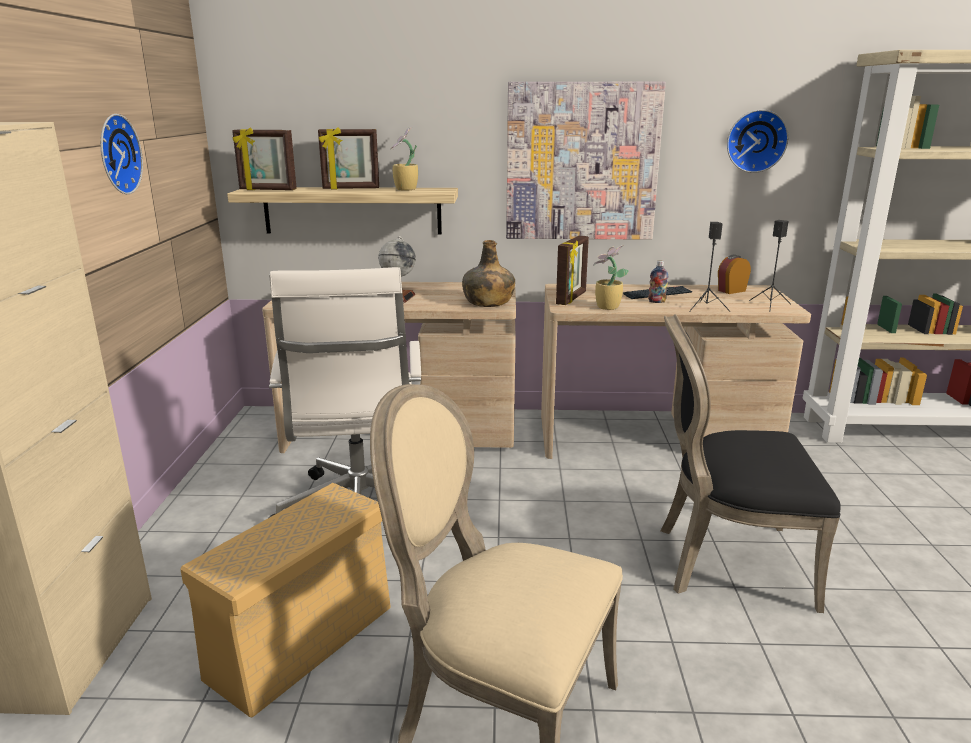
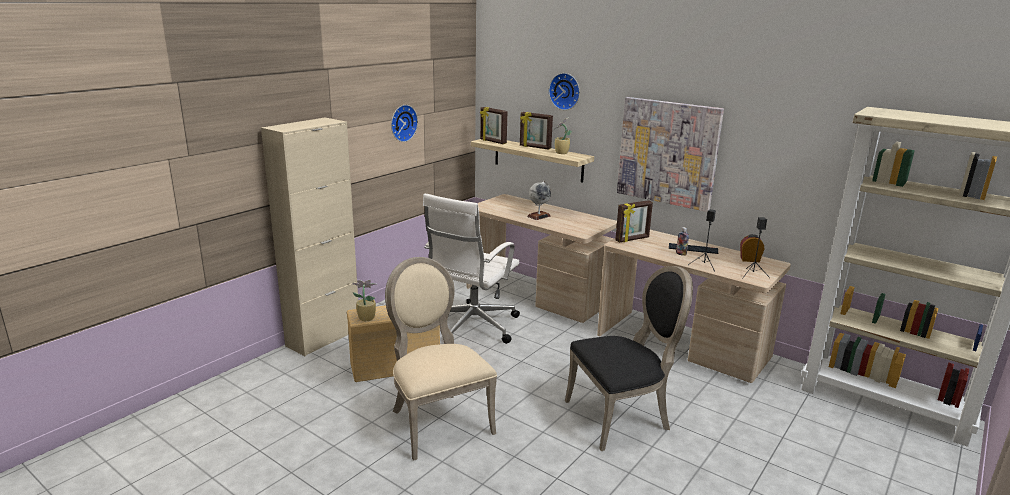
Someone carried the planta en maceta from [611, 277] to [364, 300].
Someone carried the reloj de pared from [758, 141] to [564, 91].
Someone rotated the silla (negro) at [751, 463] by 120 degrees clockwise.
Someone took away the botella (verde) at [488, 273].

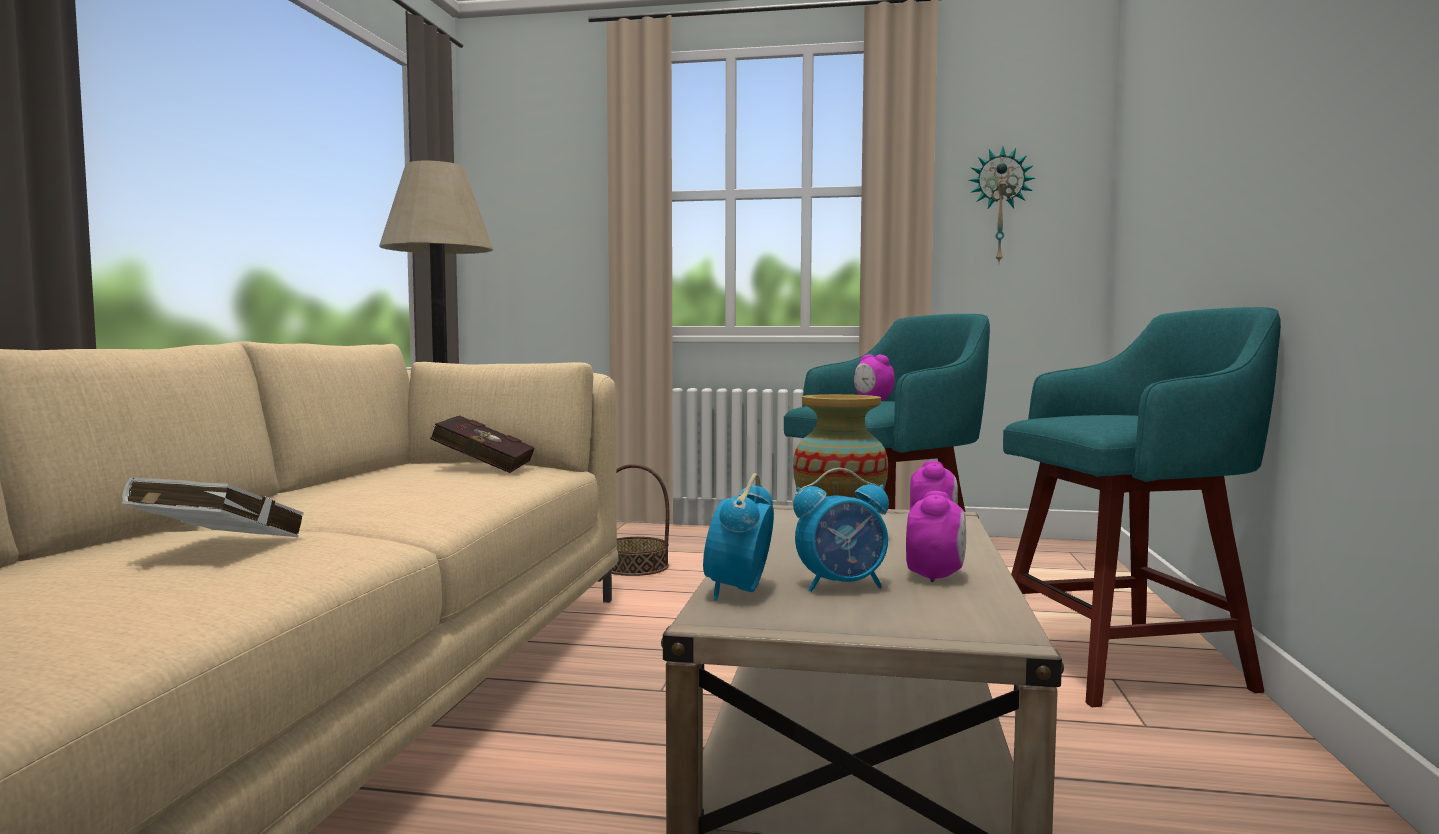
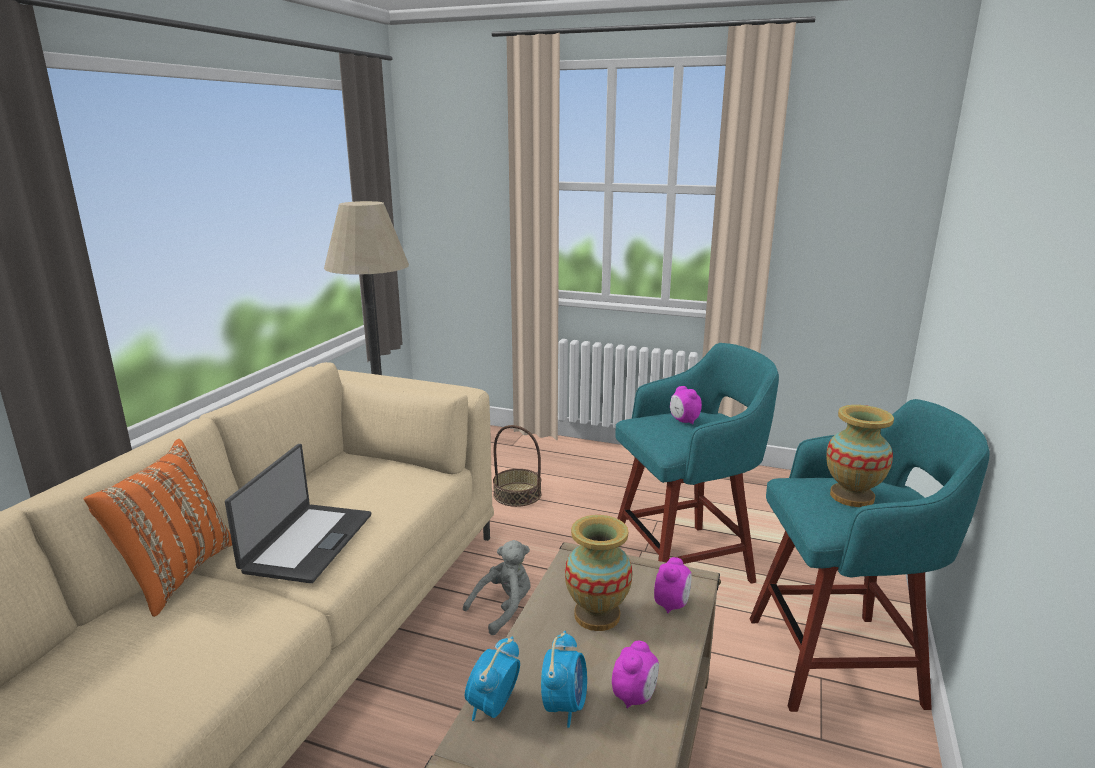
Someone put down the cojín (naranja) at [157, 528].
Someone put down the portátil at [298, 513].
Someone put down the peluche (gris) at [497, 587].
Someone rotated the despertador at [841, 530] by 75 degrees counterclockwise.
Someone put down the florero at [860, 456].
Someone took away the libro (blanco) at [213, 507].
Someone took away the libro (rojo) at [482, 444].
Someone took away the reloj de pared at [1002, 205].

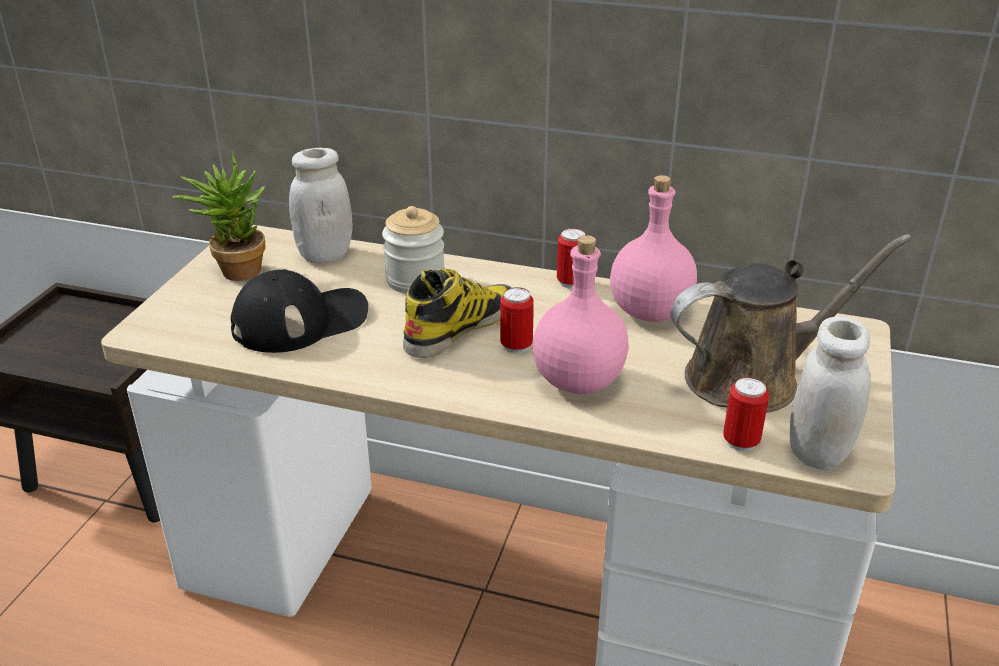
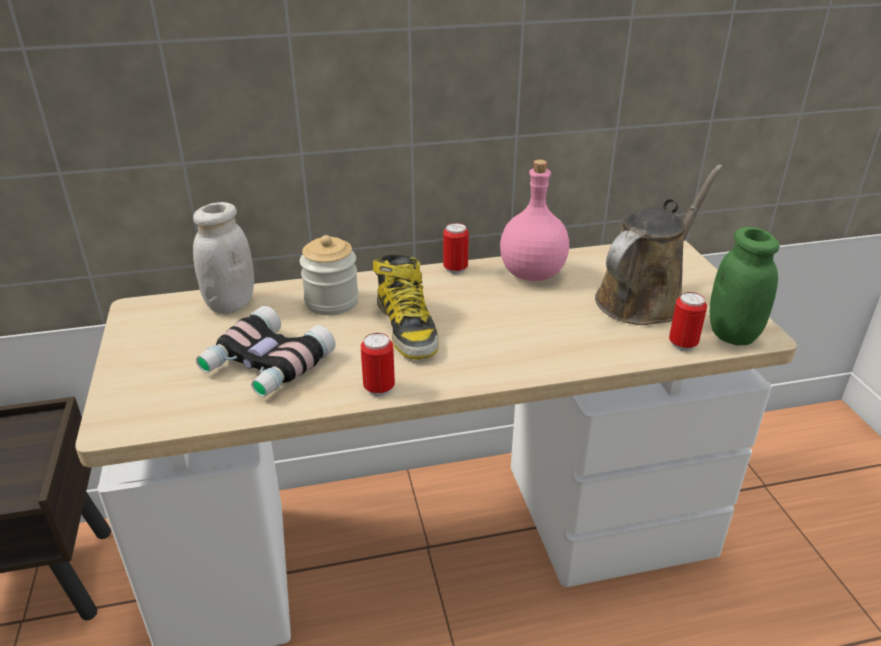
Someone swapped the gorra (negro) at [299, 311] for the prismáticos at [266, 351].
Someone carried the lata from [517, 320] to [378, 364].
Someone rotated the bota at [457, 313] by 150 degrees clockwise.
Someone repainted the tarro (blanco) at [830, 393], which became the tarro (verde) at [744, 286].
Someone took away the planta en maceta at [219, 216].
Someone took away the botella (rosa) at [581, 315].

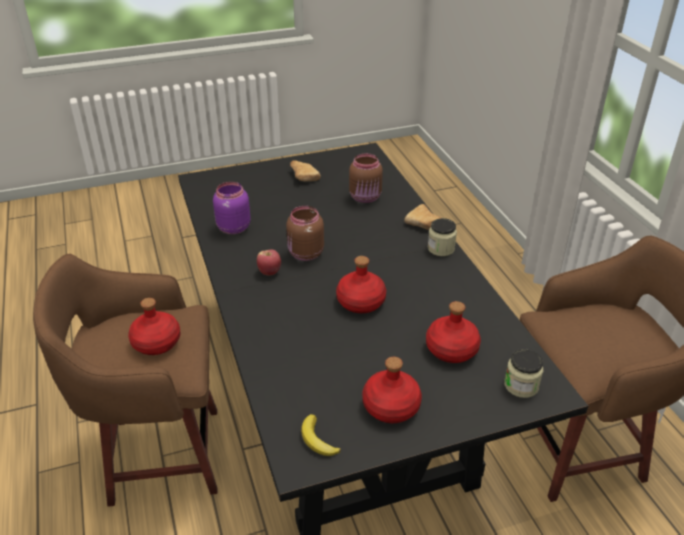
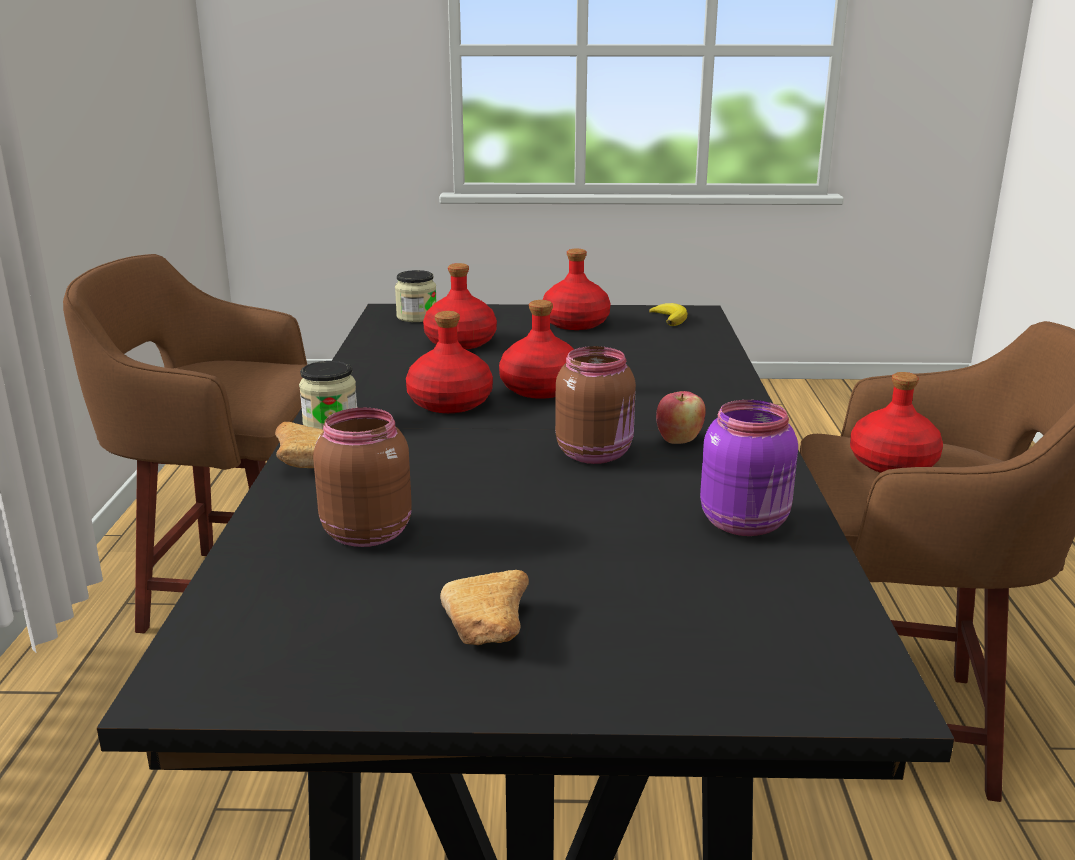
Someone put down the botella (rojo) at [449, 362].

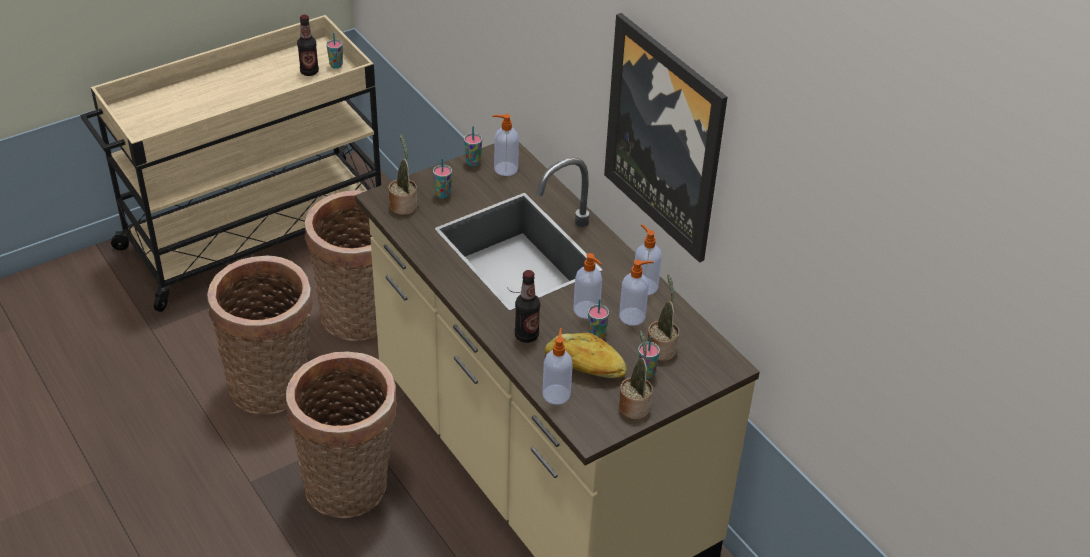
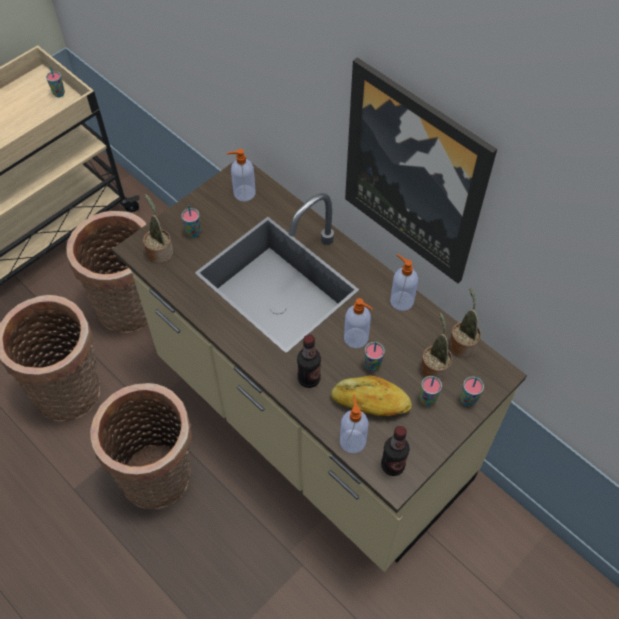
Someone carried the botella from [308, 45] to [395, 451].
Someone carried the planta en maceta from [636, 374] to [465, 323].
Someone carried the taza from [473, 146] to [472, 392].
Someone took away the dispensador de jabón at [636, 293].

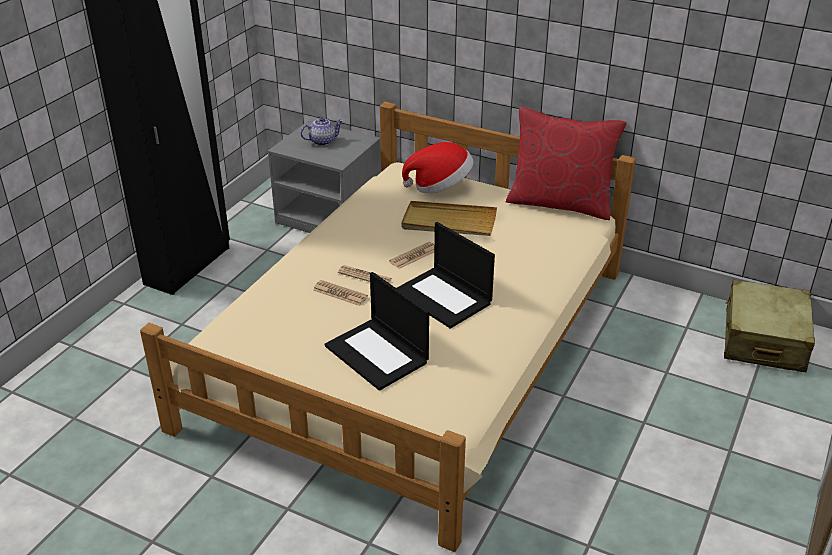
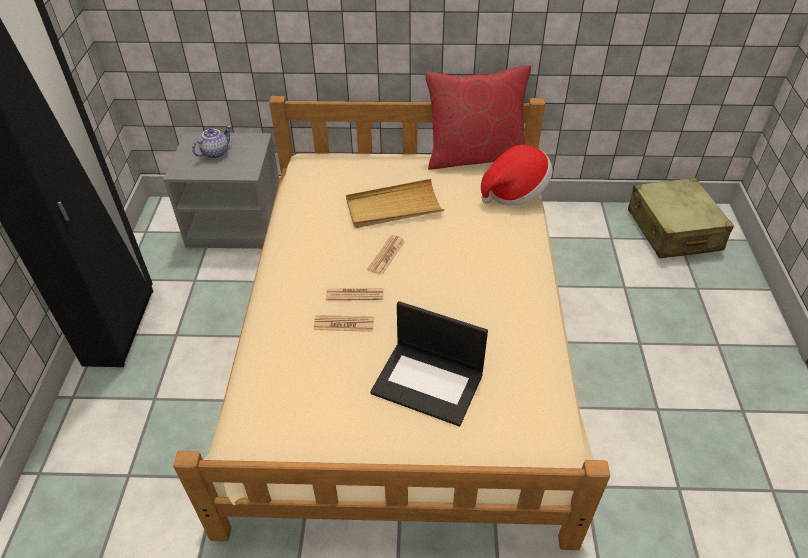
Someone carried the sombrero from [437, 167] to [517, 175].
Someone took away the portátil at [446, 275].

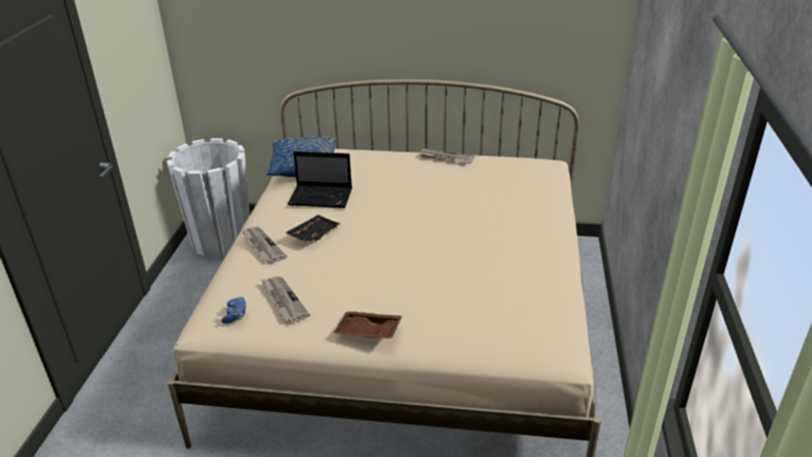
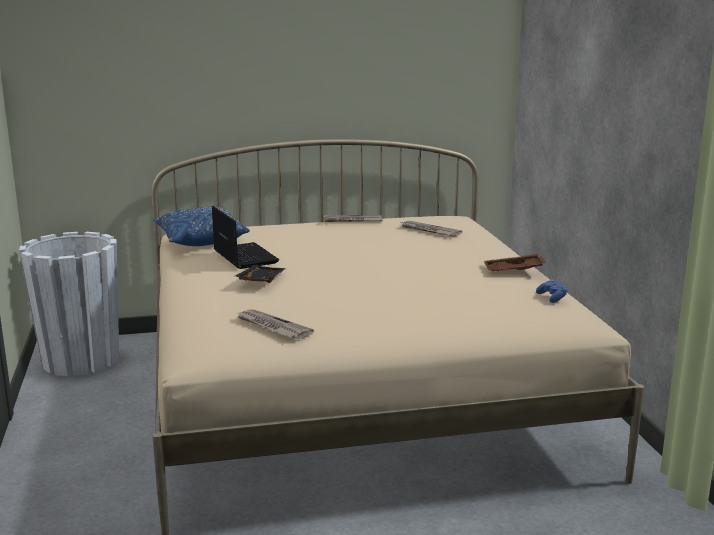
Someone rotated the portátil at [320, 179] by 105 degrees counterclockwise.
Someone carried the periódico from [263, 245] to [431, 229].
Someone carried the bandeja (marrón) from [368, 325] to [515, 263].
Someone carried the mando de consola (azul) from [233, 310] to [552, 291].

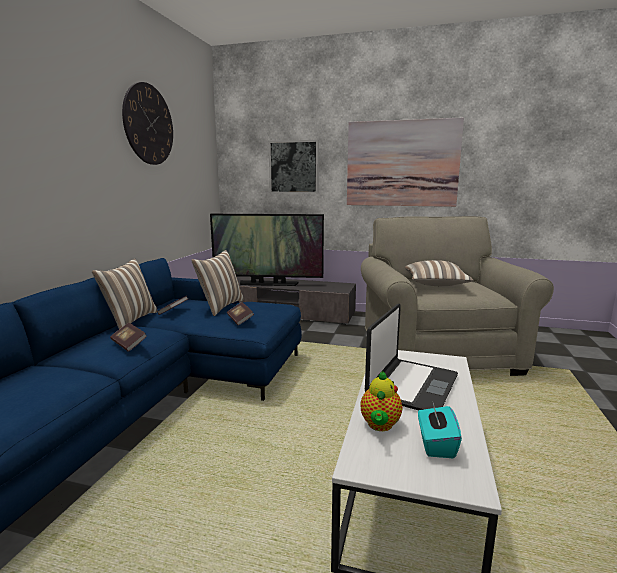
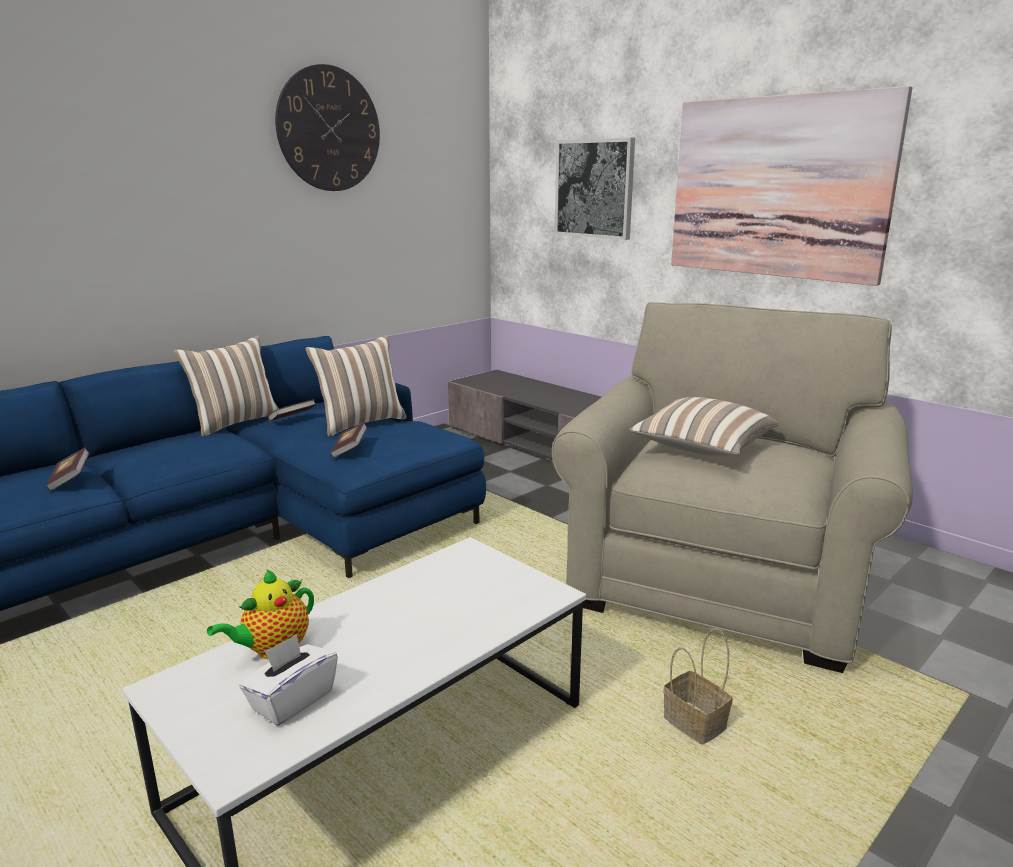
Someone carried the libro from [128, 337] to [67, 469].
Someone repainted the caja de pañuelos (turquesa) at [440, 430], which became the caja de pañuelos (blanco) at [288, 680].
Someone put down the cesta at [698, 686].
Someone took away the televisor at [267, 250].
Someone took away the portátil at [411, 357].

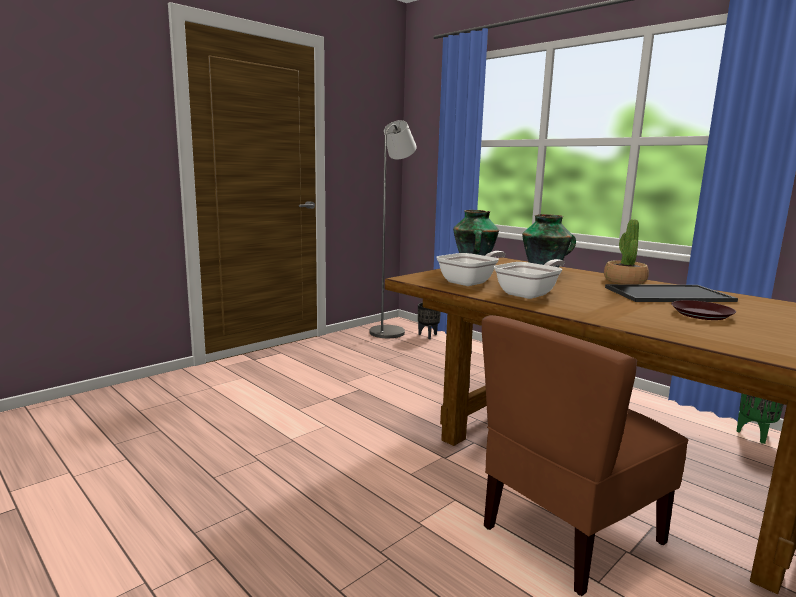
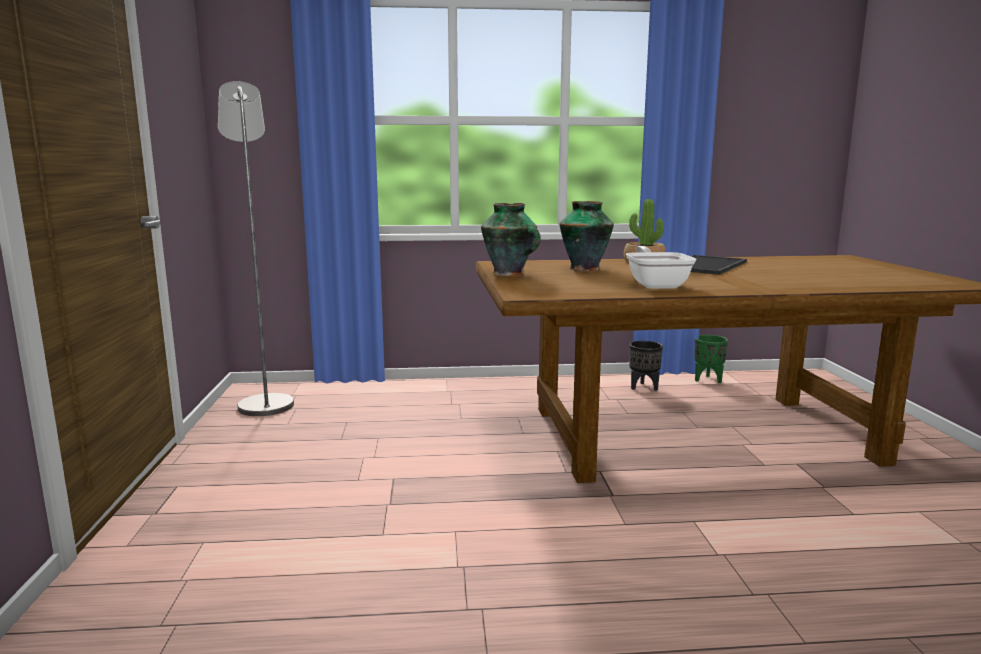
Someone carried the maceta (negro) from [429, 321] to [646, 366].
Someone took away the sartén at [471, 268].
Someone took away the silla (marrón) at [585, 455].
Someone took away the plato (marrón) at [703, 310].

